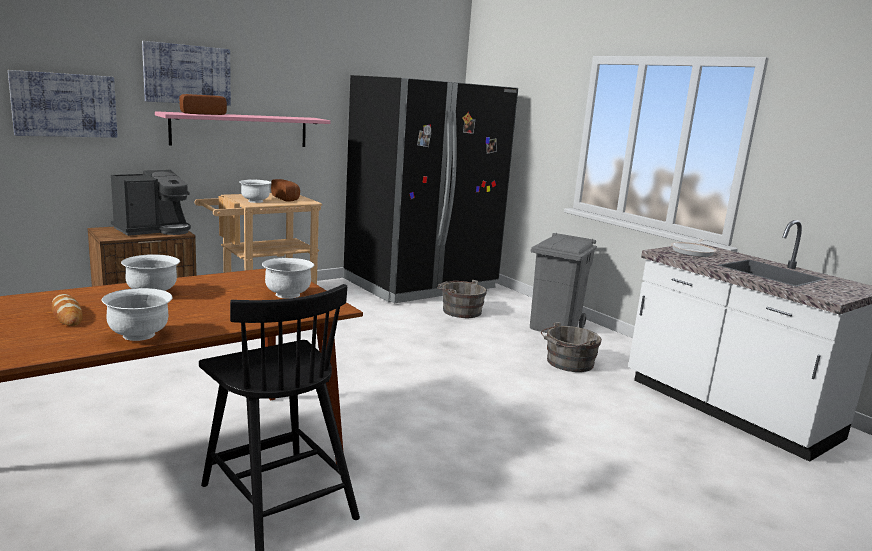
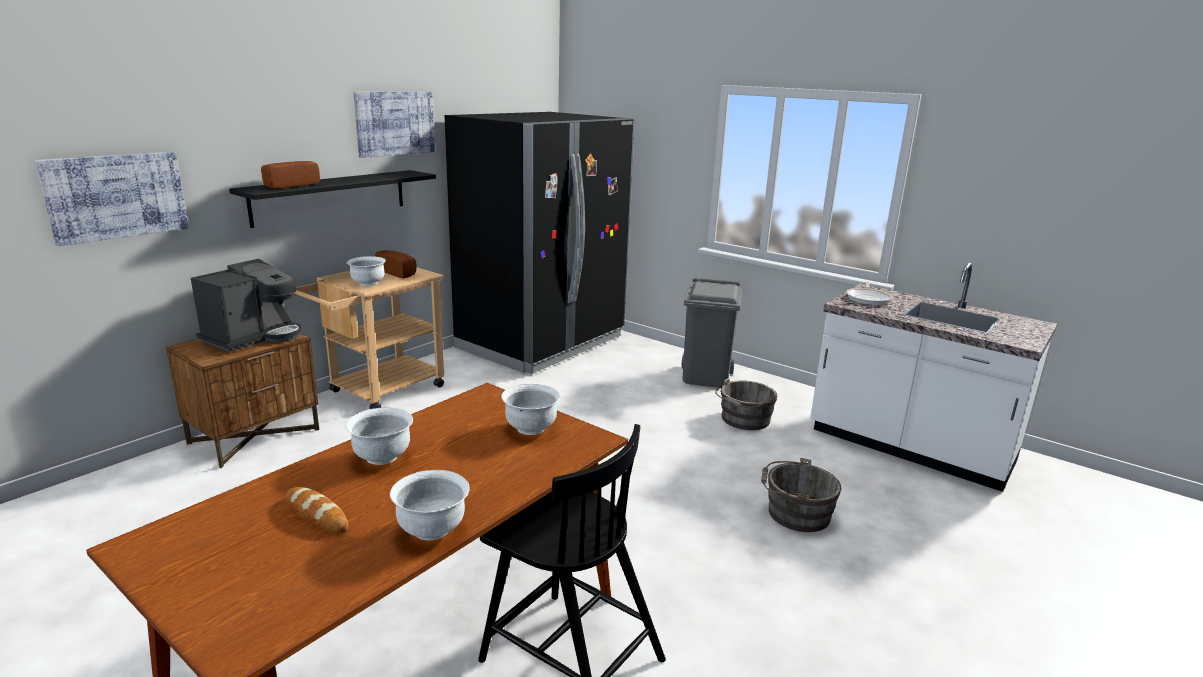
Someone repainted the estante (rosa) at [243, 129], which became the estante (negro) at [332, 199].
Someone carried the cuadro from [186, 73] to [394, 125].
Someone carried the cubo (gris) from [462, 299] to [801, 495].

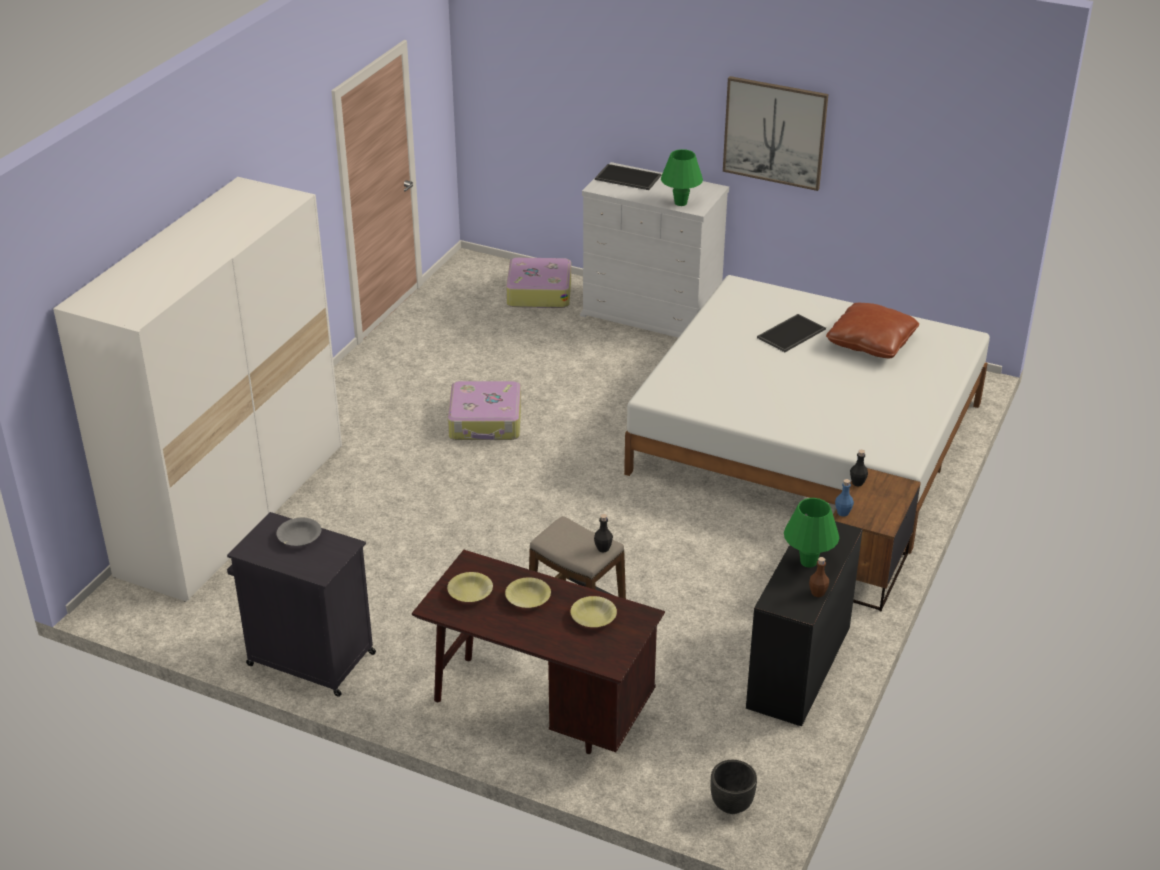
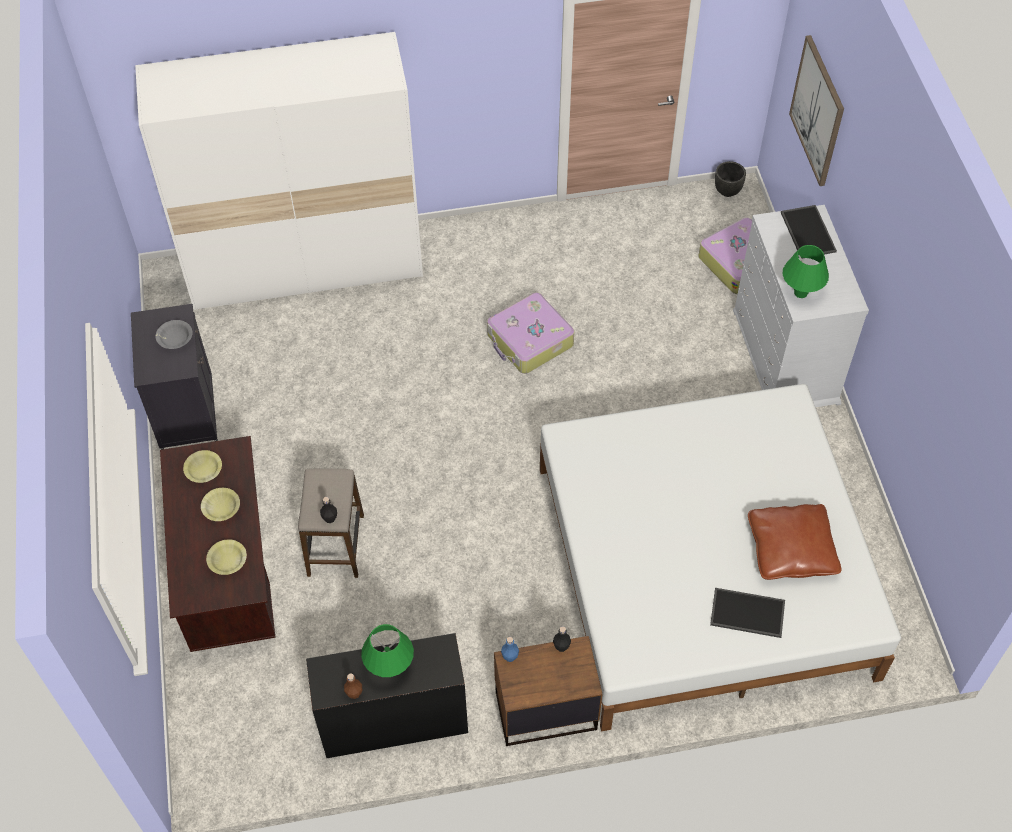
Someone carried the bandeja from [791, 333] to [747, 613].
Someone carried the maceta (negro) from [734, 787] to [730, 179].
Someone carried the cuadro from [775, 133] to [816, 110].

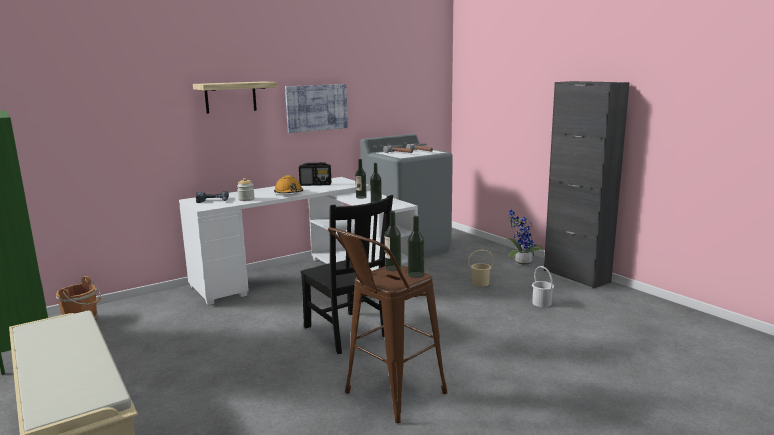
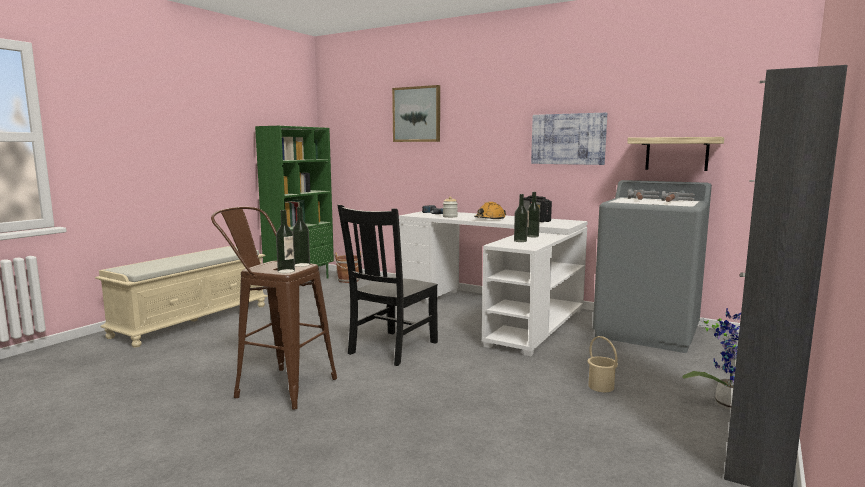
Someone put up the cuadro at [416, 113].
Someone carried the estante from [235, 97] to [675, 154].
Someone took away the cubo (blanco) at [543, 286].

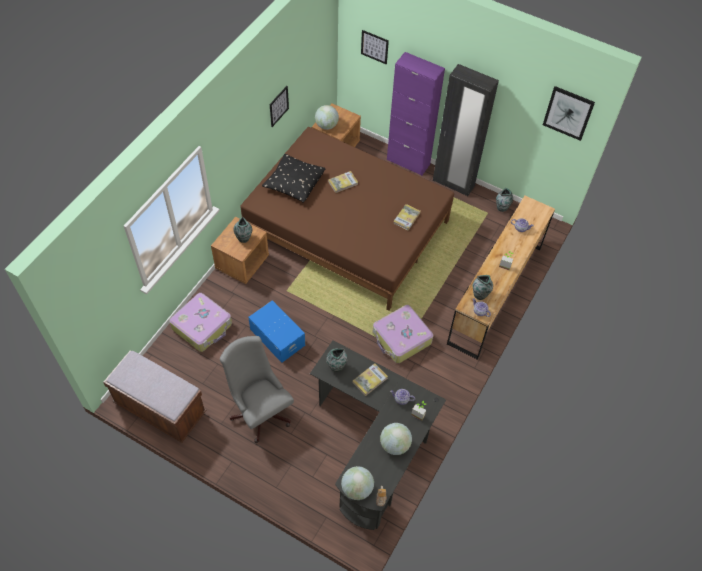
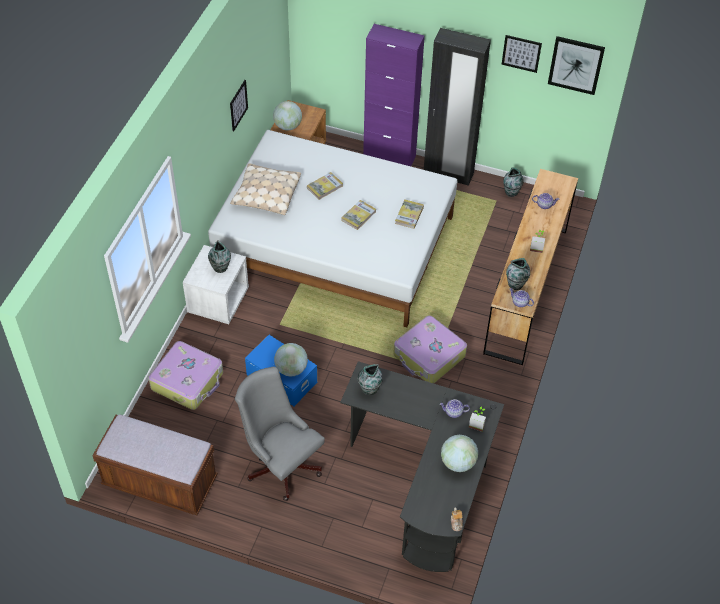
Someone repainted the mesita de noche (marrón) at [240, 250], which became the mesita de noche (blanco) at [216, 284].
Someone repainted the cama (marrón) at [347, 218], which became the cama (blanco) at [332, 228].
Someone repainted the cojín (negro) at [293, 178], which became the cojín (beis) at [265, 189].
Someone carried the globo terráqueo from [357, 483] to [291, 360].
Someone carried the libro from [370, 379] to [358, 215].
Someone carried the cuadro from [375, 47] to [521, 54].

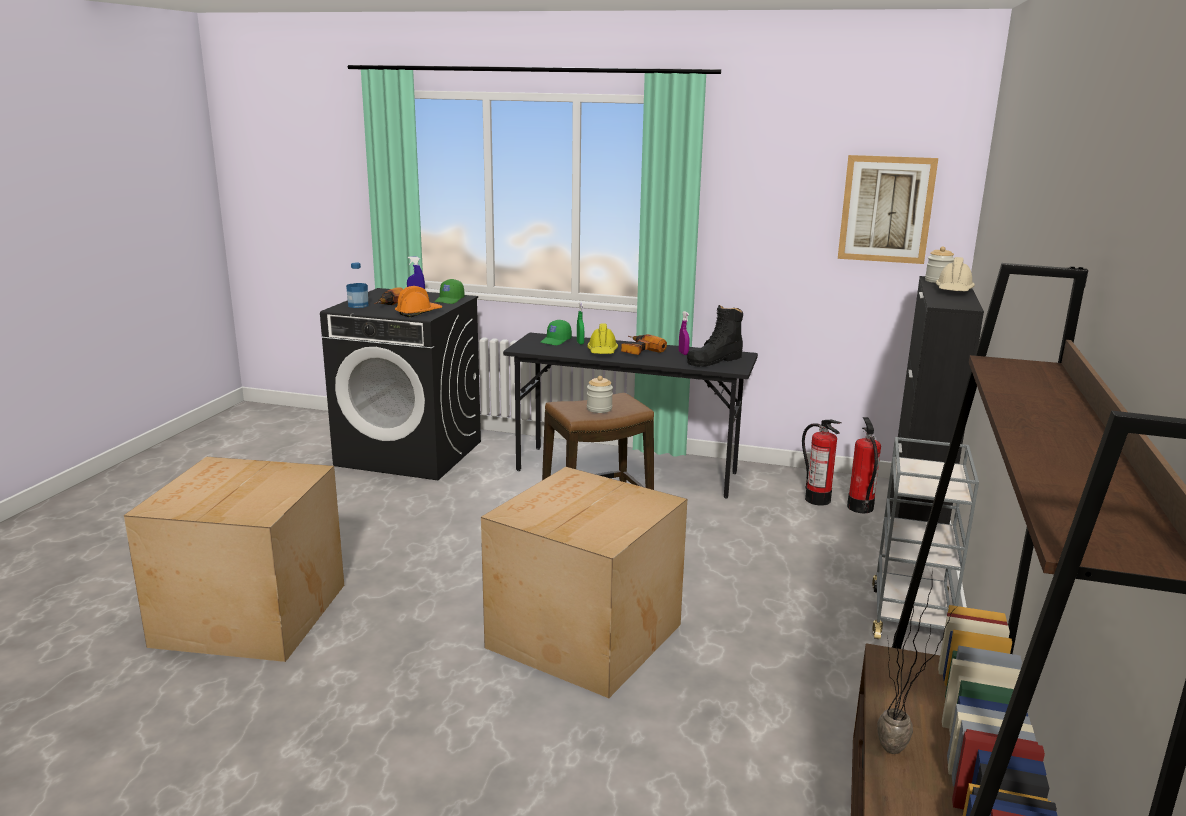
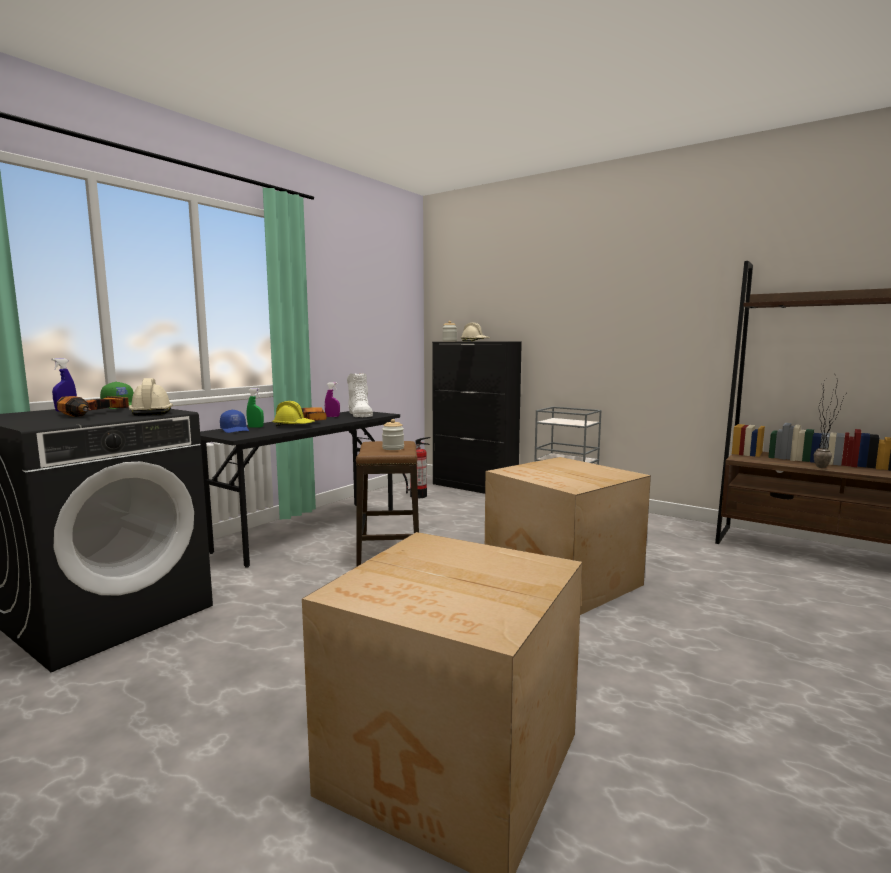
Someone repainted the casco (naranja) at [418, 301], which became the casco (beis) at [151, 397].
Someone repainted the gorra (verde) at [556, 332], which became the gorra (azul) at [234, 421].
Someone repainted the bota (negro) at [715, 336], which became the bota (blanco) at [360, 395].
Someone took away the botella at [357, 285].
Someone took away the cuadro at [888, 209].
Someone took away the extintor at [864, 465].

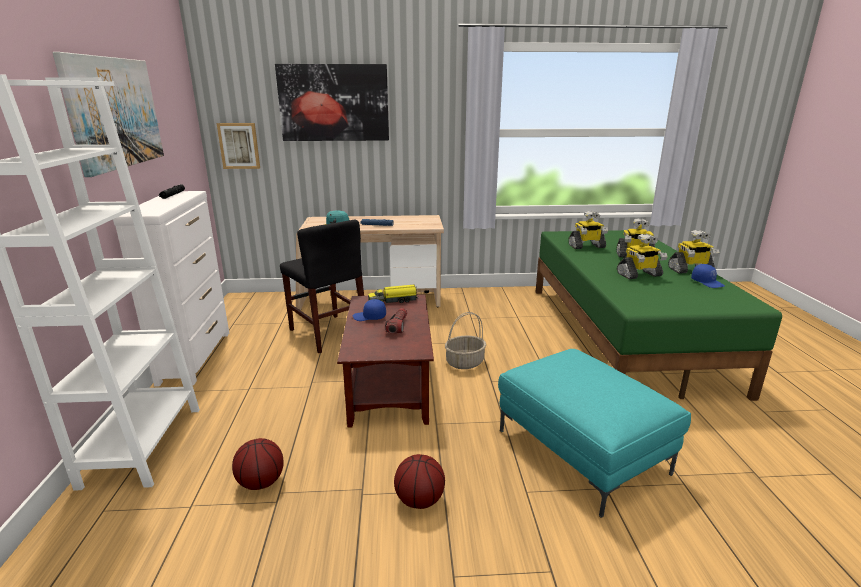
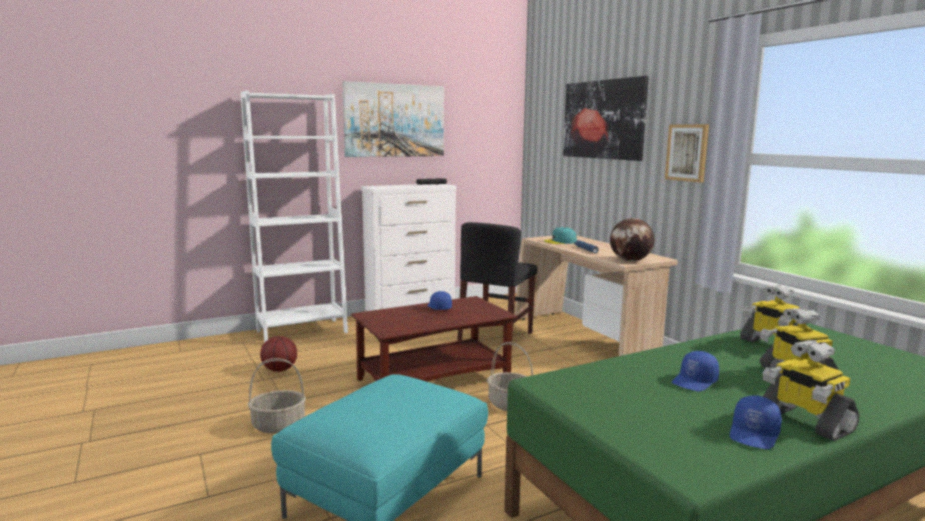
Someone swapped the balón de baloncesto at [419, 481] for the cesta at [277, 395].
Someone put down the globo terráqueo at [632, 239].
Someone carried the cuadro from [238, 146] to [687, 153].
Someone swapped the robot de juguete at [642, 256] for the gorra (azul) at [695, 371].
Someone took away the camión de juguete at [393, 294].
Someone took away the linterna at [396, 321].

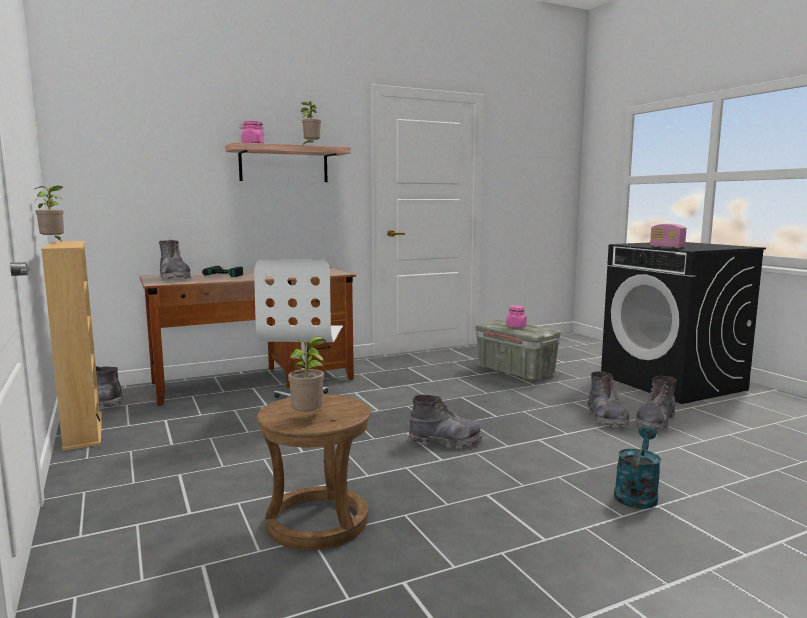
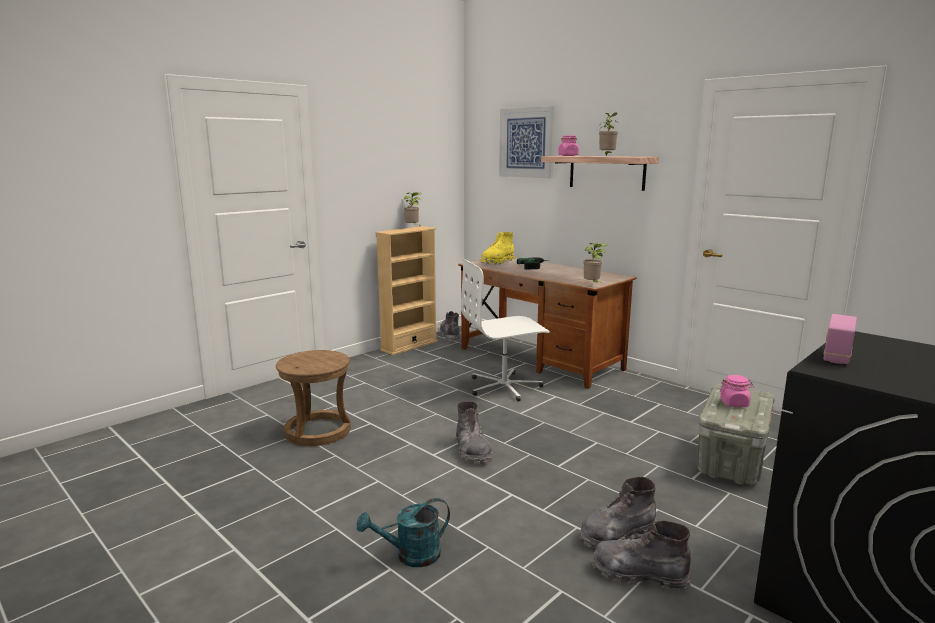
Someone rotated the regadera (turquesa) at [637, 467] by 150 degrees clockwise.
Someone repainted the bota (gris) at [175, 260], which became the bota (amarillo) at [498, 248].
Someone put up the cuadro at [527, 142].
Someone carried the planta en maceta from [307, 374] to [595, 262].

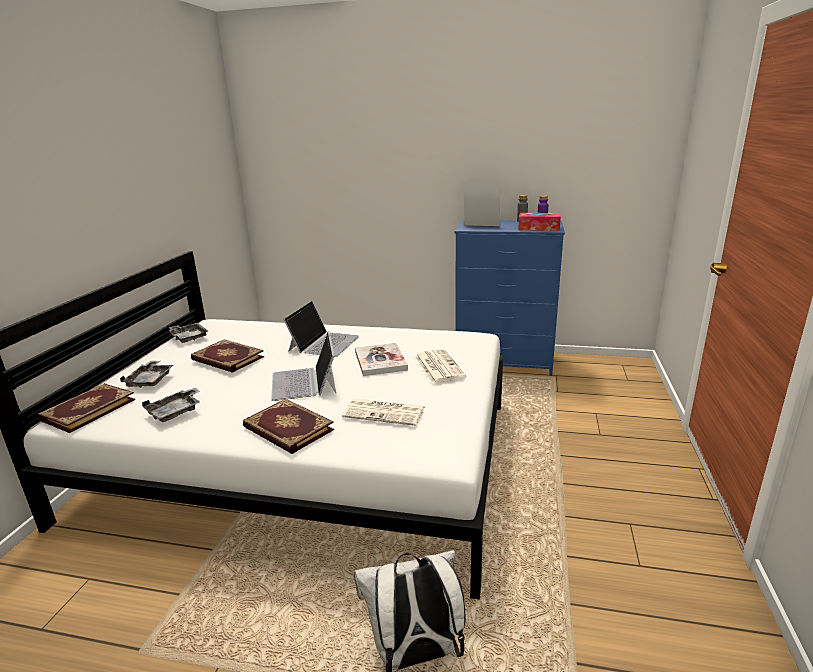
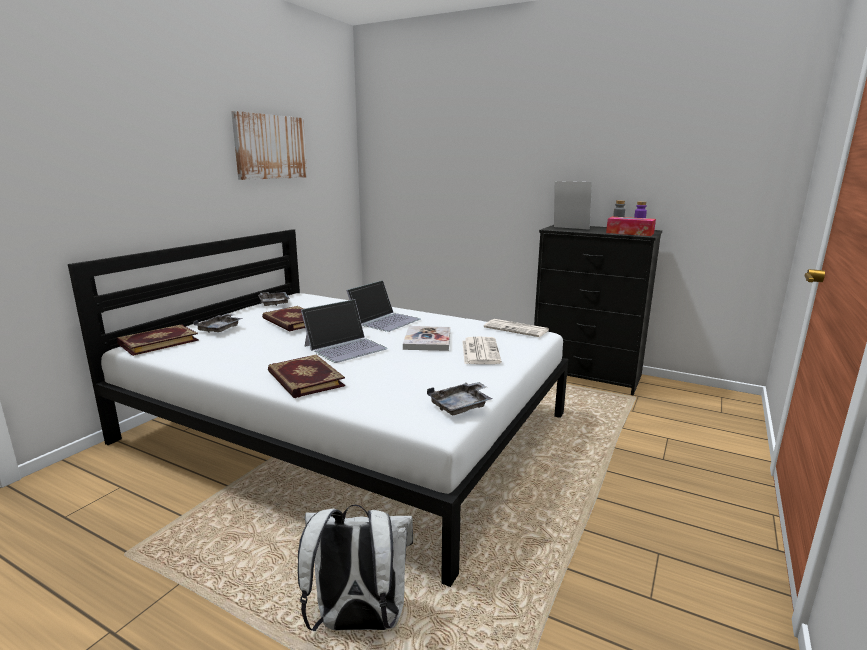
Someone put up the cuadro at [269, 145].
Someone rotated the portátil at [303, 366] by 135 degrees counterclockwise.
Someone carried the bandeja (gris) from [171, 405] to [459, 398].
Someone carried the periódico from [383, 412] to [516, 328].
Someone repainted the cómoda (azul) at [510, 298], which became the cómoda (negro) at [598, 310].

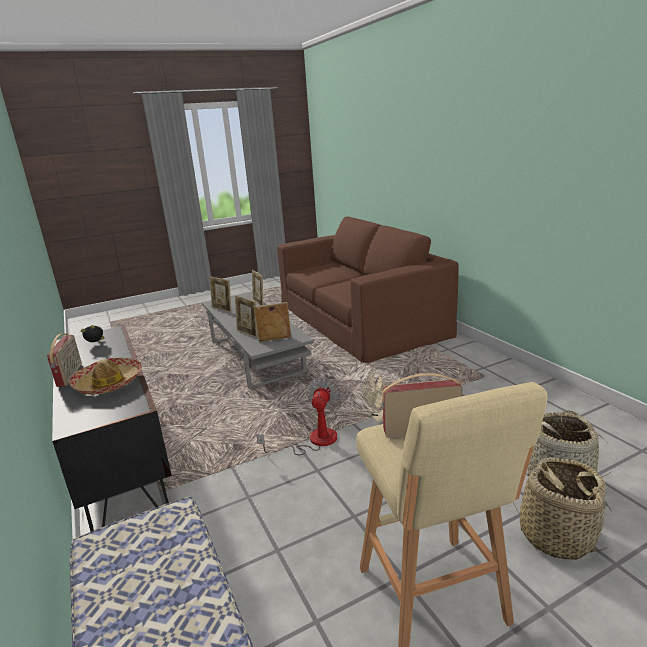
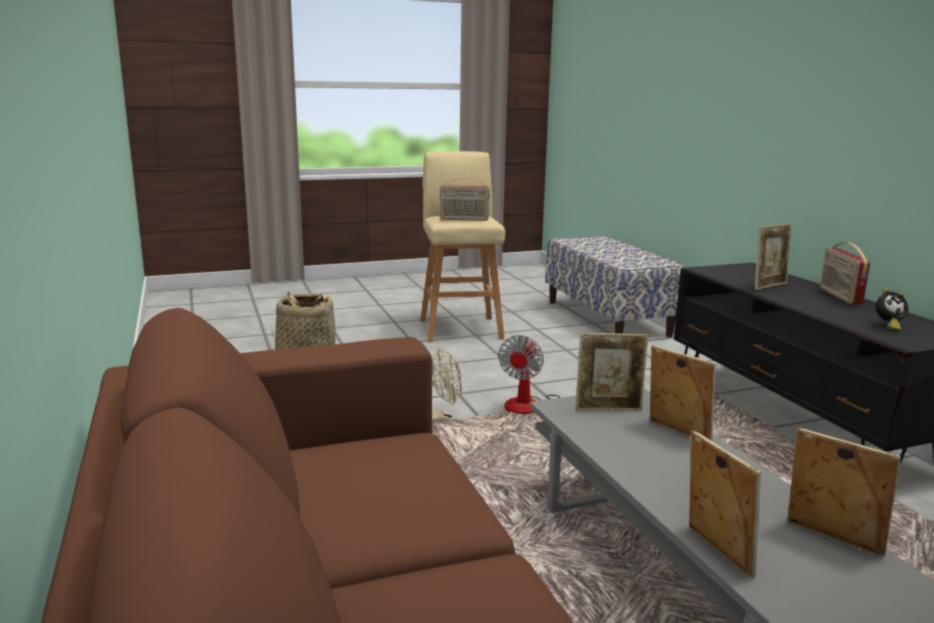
Someone swapped the sombrero at [105, 376] for the portarretratos at [773, 257].
Someone took away the cesta at [562, 508].

